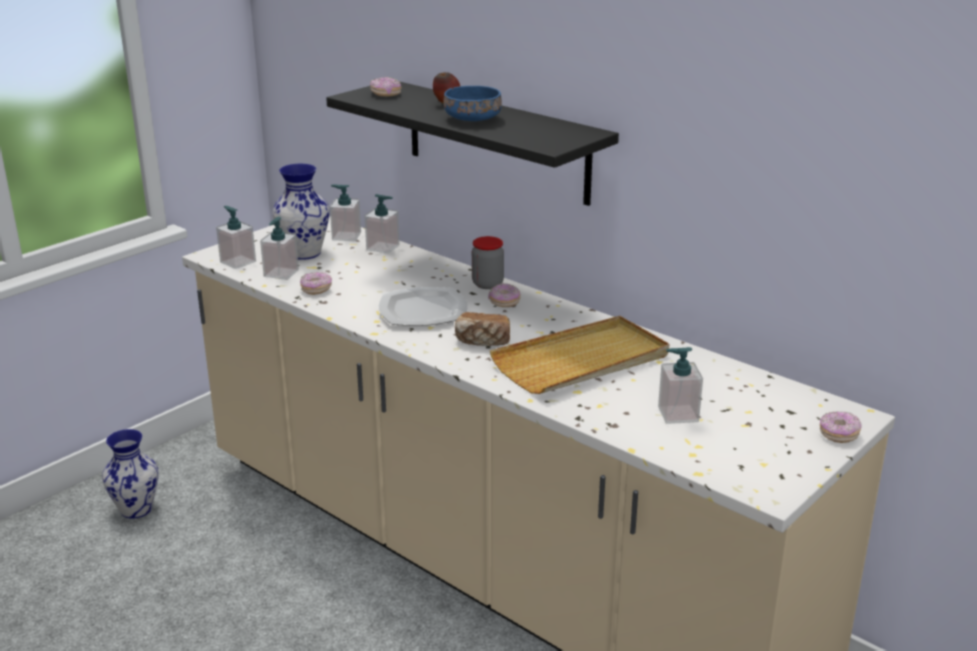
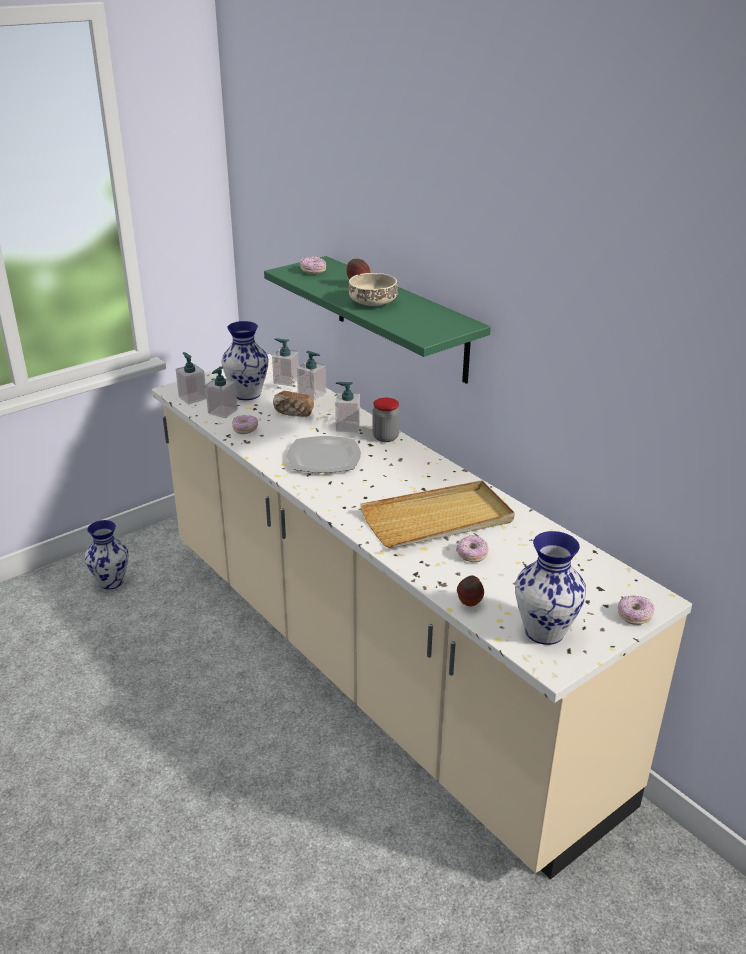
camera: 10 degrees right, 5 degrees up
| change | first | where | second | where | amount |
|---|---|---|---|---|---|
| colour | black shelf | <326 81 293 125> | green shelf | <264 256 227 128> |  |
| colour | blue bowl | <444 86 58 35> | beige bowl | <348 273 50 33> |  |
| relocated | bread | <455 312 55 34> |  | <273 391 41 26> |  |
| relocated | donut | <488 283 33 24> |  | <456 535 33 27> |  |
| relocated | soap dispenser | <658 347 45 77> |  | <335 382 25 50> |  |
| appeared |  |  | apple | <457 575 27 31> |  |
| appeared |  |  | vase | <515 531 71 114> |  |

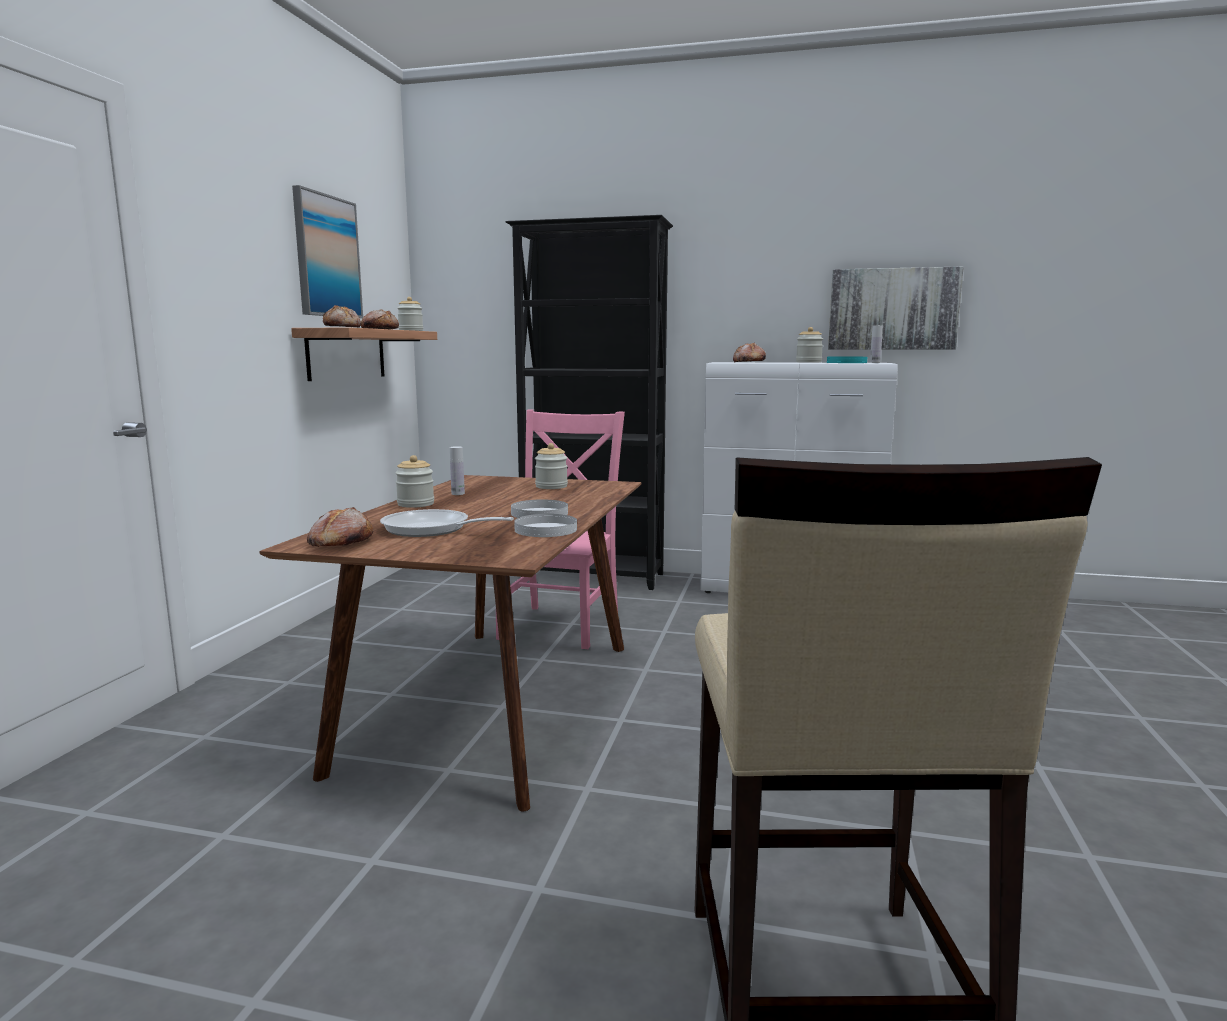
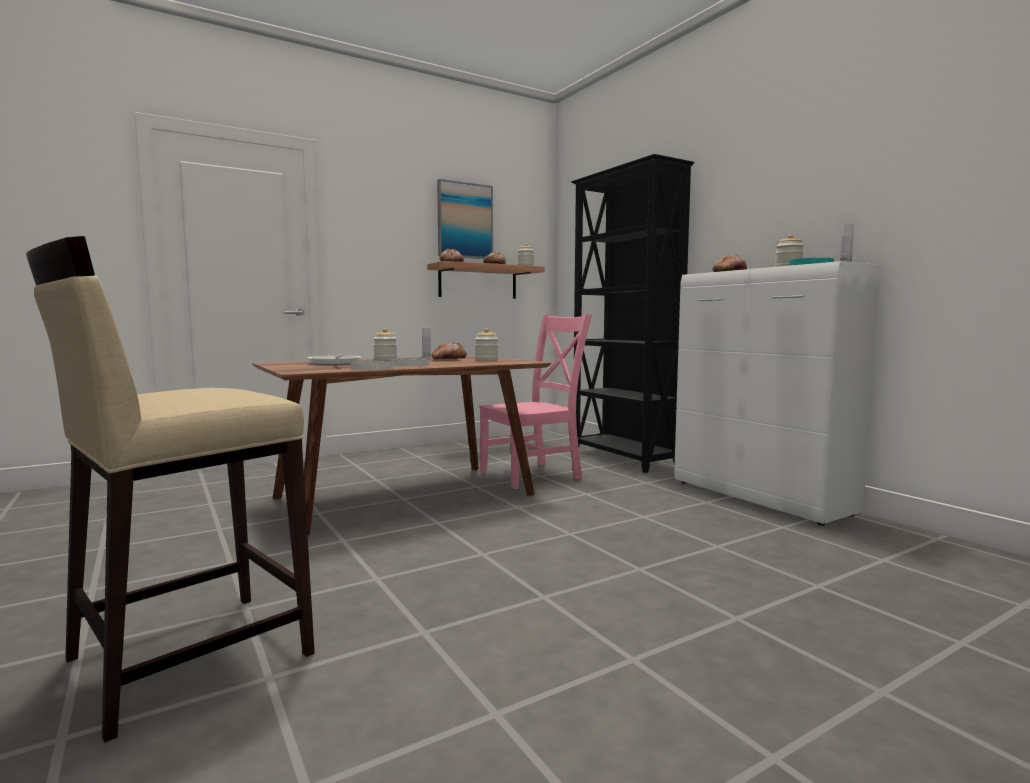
camera: 45 degrees right, 5 degrees down
| change | first | where | second | where | amount |
|---|---|---|---|---|---|
| relocated | bread | <307 507 66 40> |  | <432 342 35 17> |  |
| missing | picture | <828 266 136 84> |  |  |  |

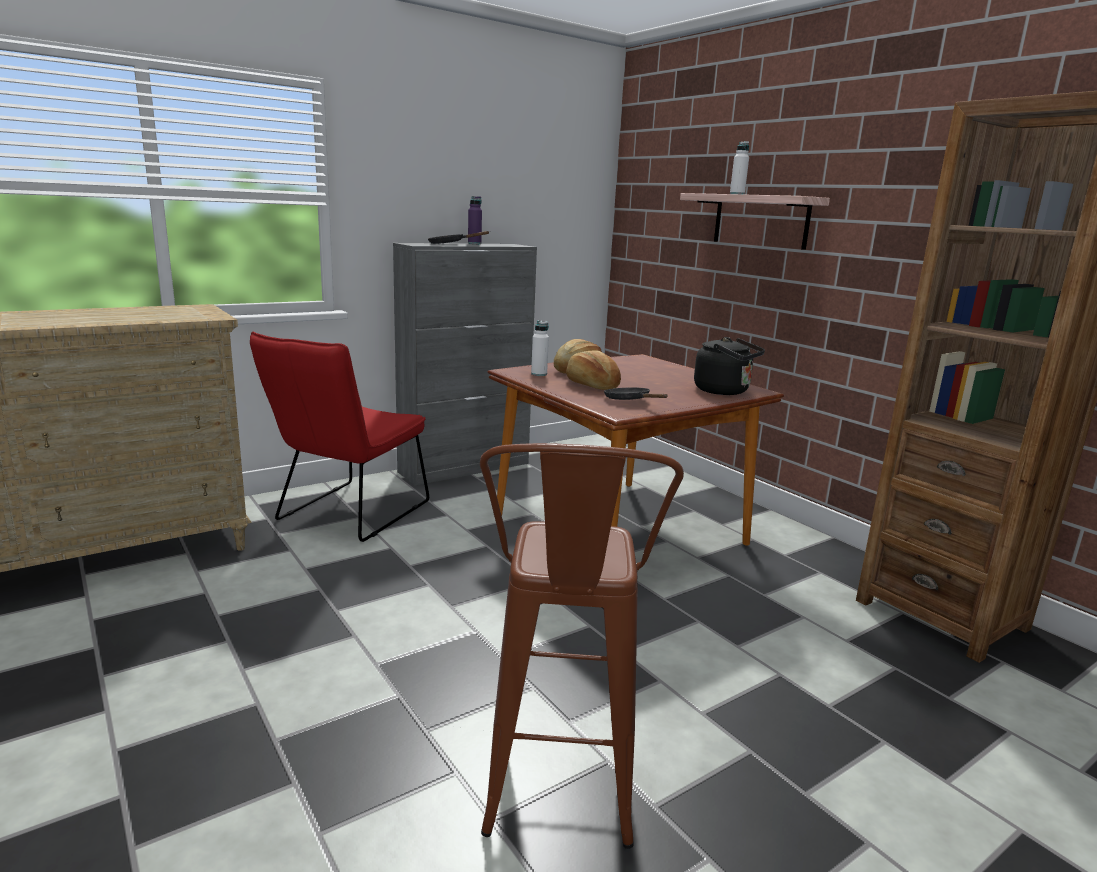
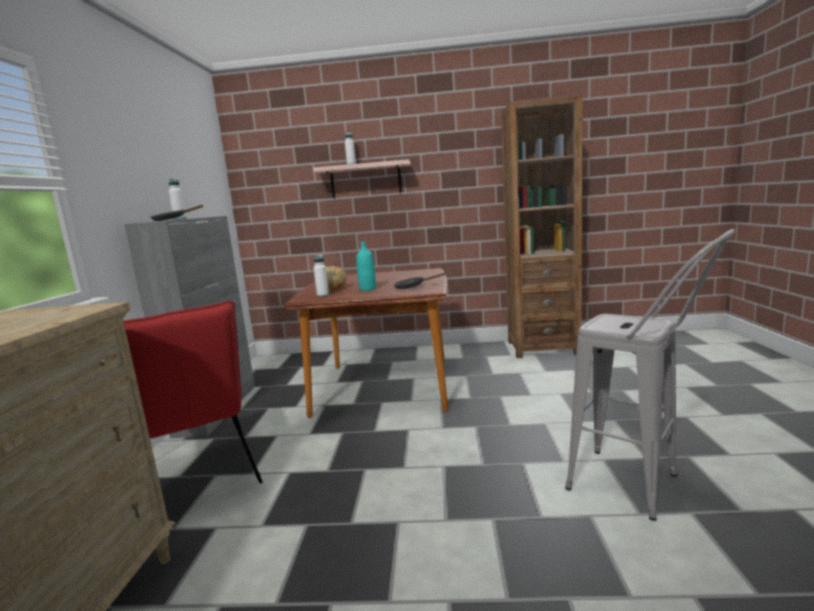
camera: 50 degrees left, 5 degrees down
| change | first | where | second | where | amount |
|---|---|---|---|---|---|
| colour | purple bottle | <468 196 14 48> | white bottle | <169 179 18 41> |  |
| colour | brown stool | <480 443 204 406> | grey stool | <565 229 170 292> |  |
| exchanged | bread | <566 350 55 40> | turquoise bottle | <356 242 20 49> |  |
| missing | black kettle | <694 337 71 58> |  |  |  |

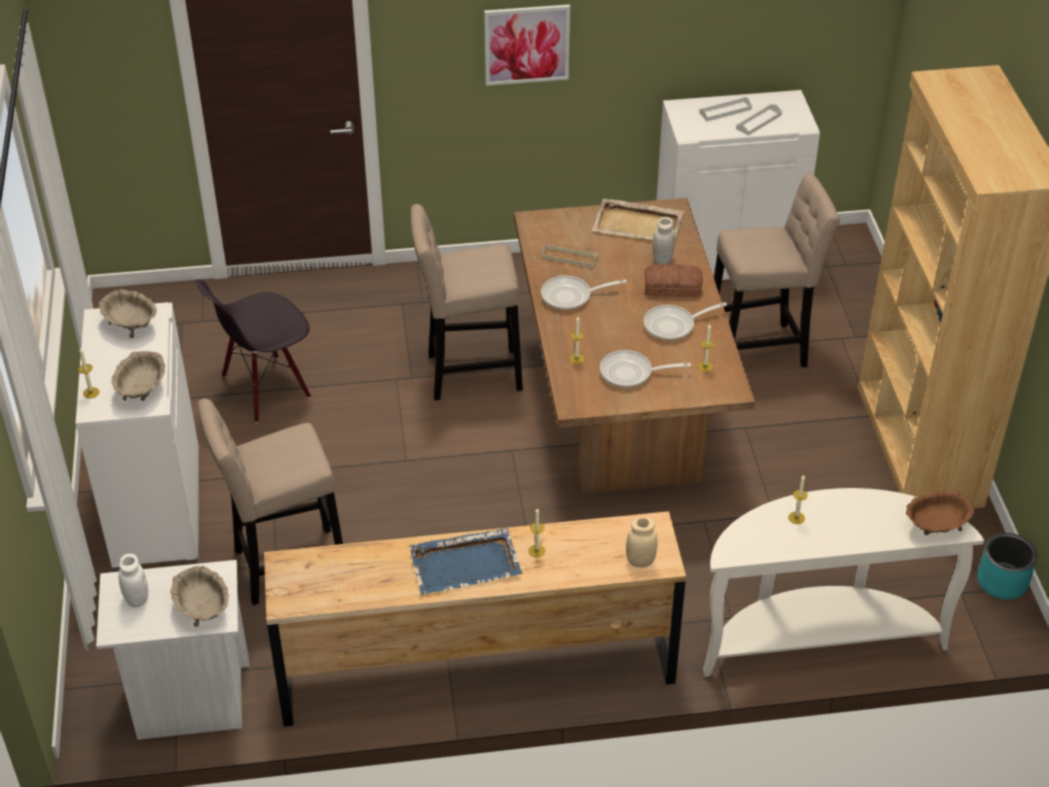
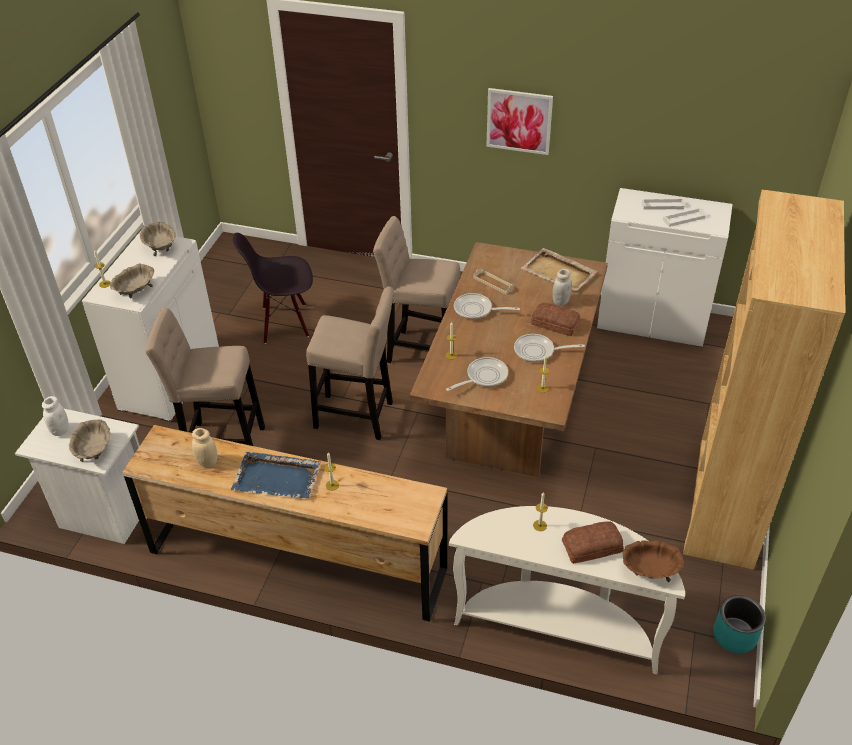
camera: 25 degrees right, 0 degrees up
| change | first | where | second | where | amount |
|---|---|---|---|---|---|
| spun | frying pan | <600 350 91 38> |  | <446 357 62 34> | 120 degrees clockwise |
| relocated | beige jar | <626 517 32 51> |  | <192 428 25 40> |  |
| relocated | beige stool | <714 172 126 196> |  | <306 286 88 154> |  |
| appeared |  |  | bread | <562 521 62 43> |  |

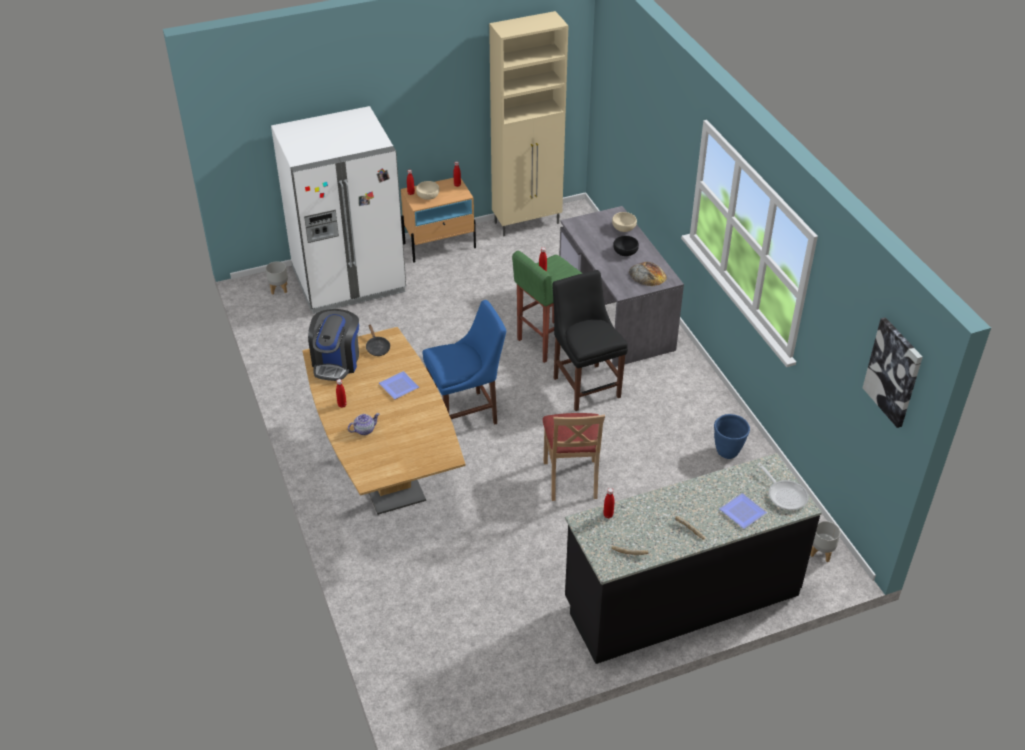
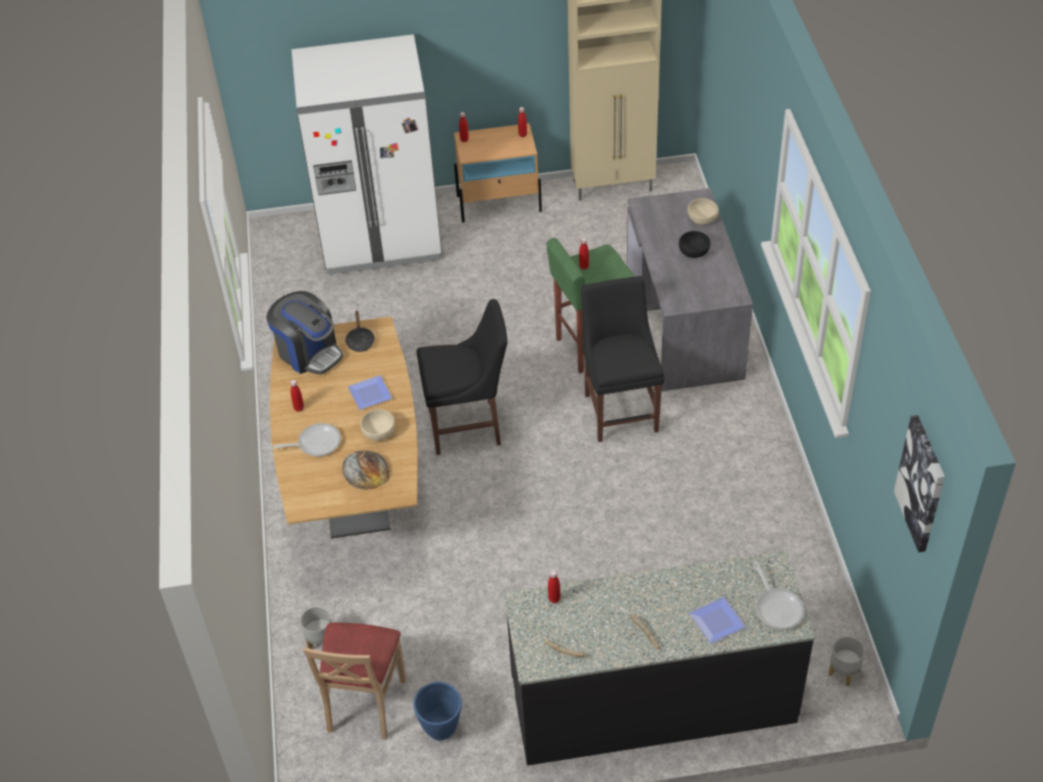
camera: 15 degrees right, 5 degrees up
| change | first | where | second | where | amount |
|---|---|---|---|---|---|
| relocated | grey planter | <266 261 22 33> |  | <300 606 32 43> |  |
| spun | coffee machine | <308 309 51 72> |  | <266 291 77 83> | 75 degrees counterclockwise |
| exchanged | teapot | <348 413 32 22> | frying pan | <268 423 73 34> |  |
| relocated | beige bowl | <416 181 23 19> |  | <360 409 35 32> |  |
| colour | blue chair | <422 300 84 125> | black chair | <417 299 91 156> |  |
| relocated | beige chair | <543 413 62 88> |  | <303 623 103 117> |  |
| relocated | bread | <629 262 38 24> |  | <342 450 48 40> |  |
| relocated | blue planter | <714 414 36 45> |  | <413 682 49 58> |  |

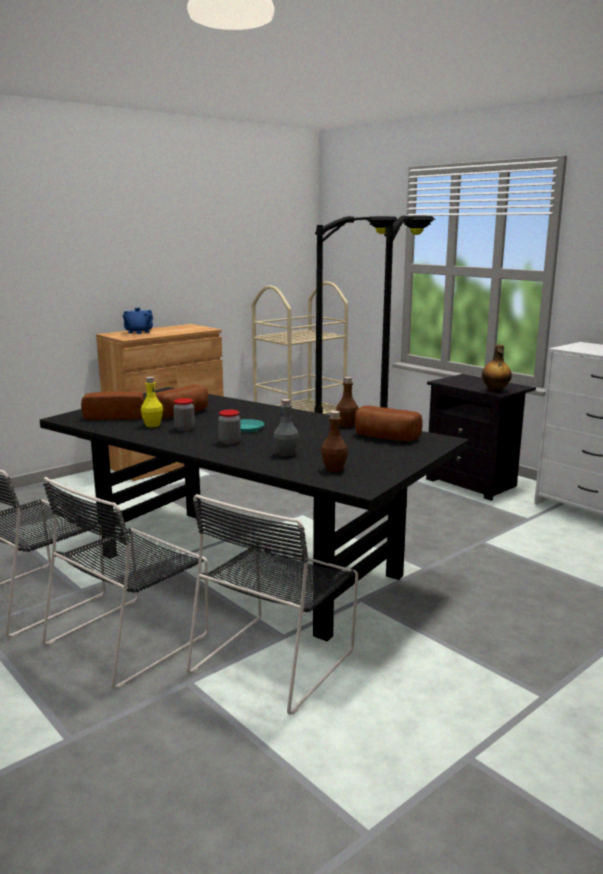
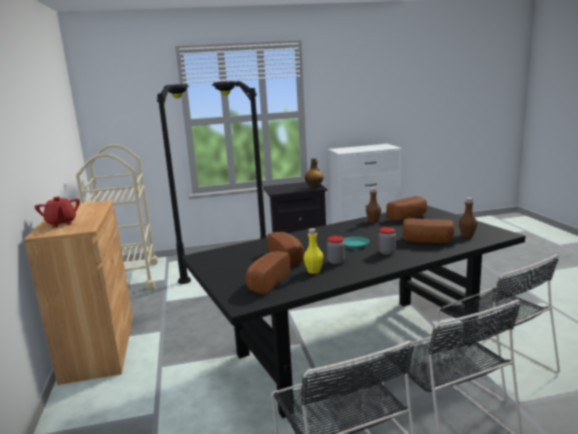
camera: 60 degrees left, 0 degrees up
| change | first | where | second | where | amount |
|---|---|---|---|---|---|
| colour | blue teapot | <123 308 30 26> | red teapot | <35 197 45 30> |  |
| exchanged | grey bottle | <273 399 26 58> | bread | <403 219 51 24> |  |

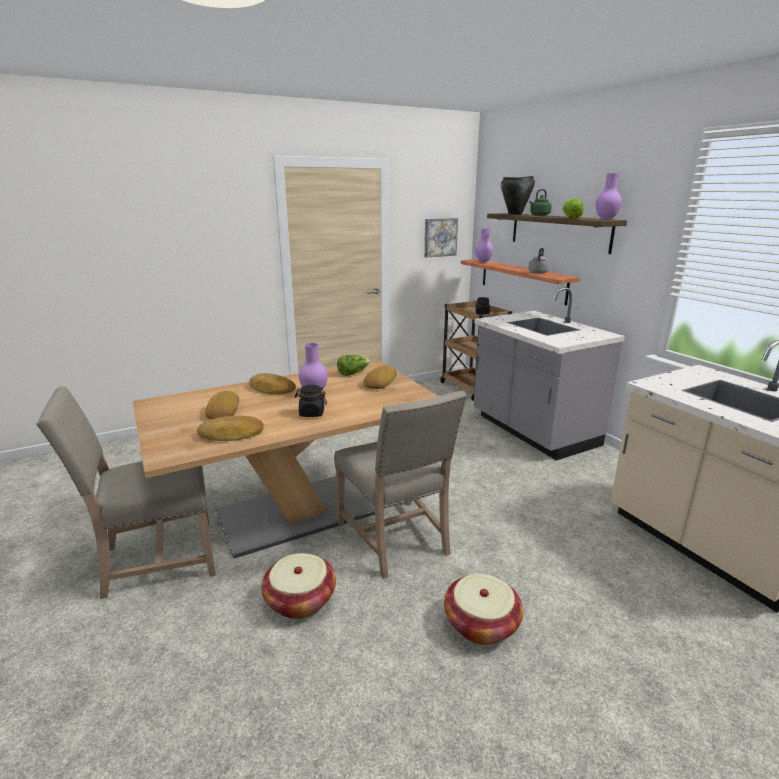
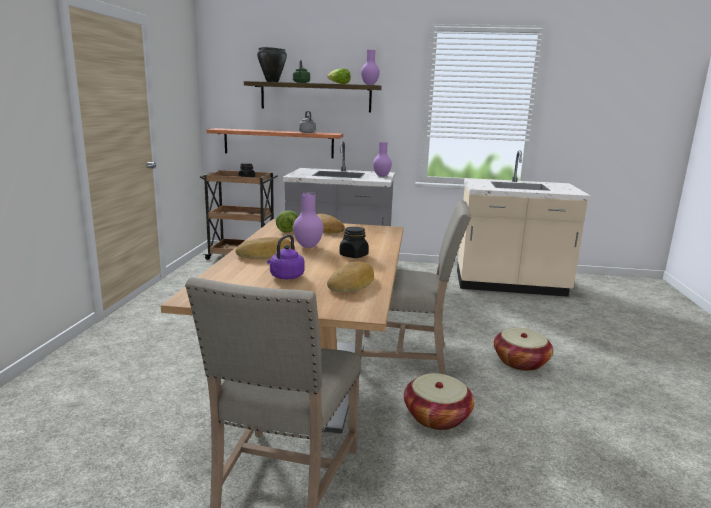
camera: 55 degrees left, 5 degrees down
| change | first | where | second | where | amount |
|---|---|---|---|---|---|
| exchanged | bread | <205 390 34 30> | purple kettle | <267 235 37 44> |  |
| missing | picture | <424 218 34 40> |  |  |  |
| relocated | purple vase | <475 229 18 33> |  | <373 142 19 35> |  |

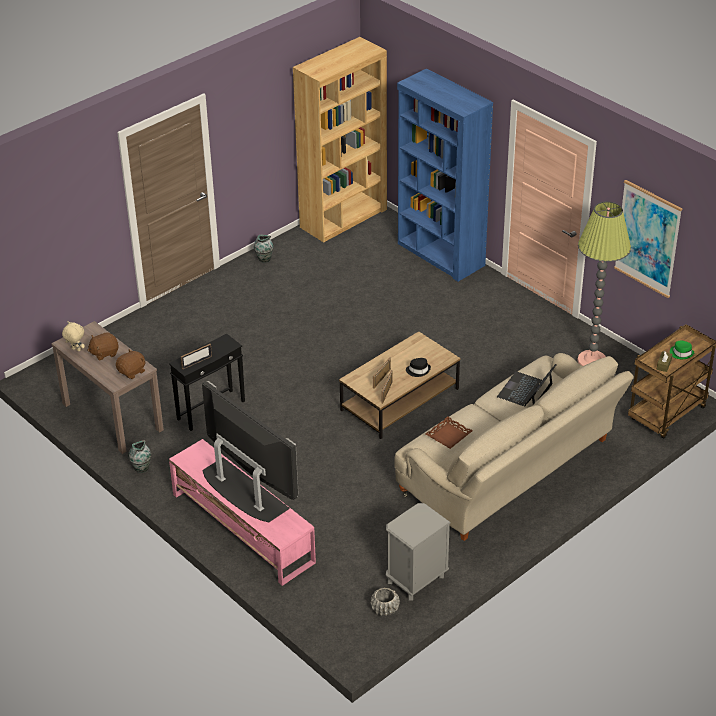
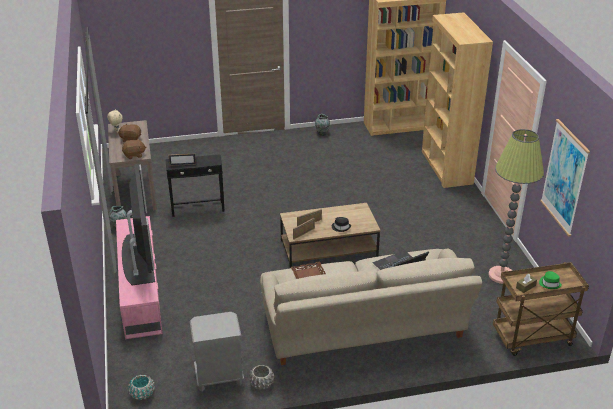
camera: 30 degrees right, 5 degrees down
| change | first | where | second | where | amount |
|---|---|---|---|---|---|
| relocated | grey planter | <371 587 29 29> |  | <249 365 25 25> |  |
| colour | blue bookcase | <397 69 96 213> | brown bookcase | <422 12 71 176> |  |
| appeared |  |  | turquoise planter | <128 375 27 25> |  |

